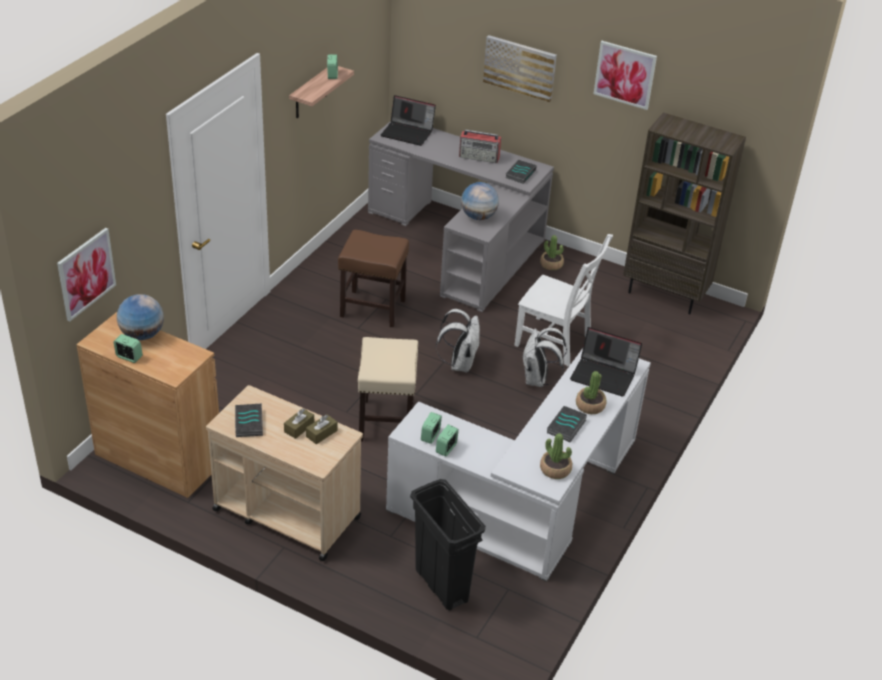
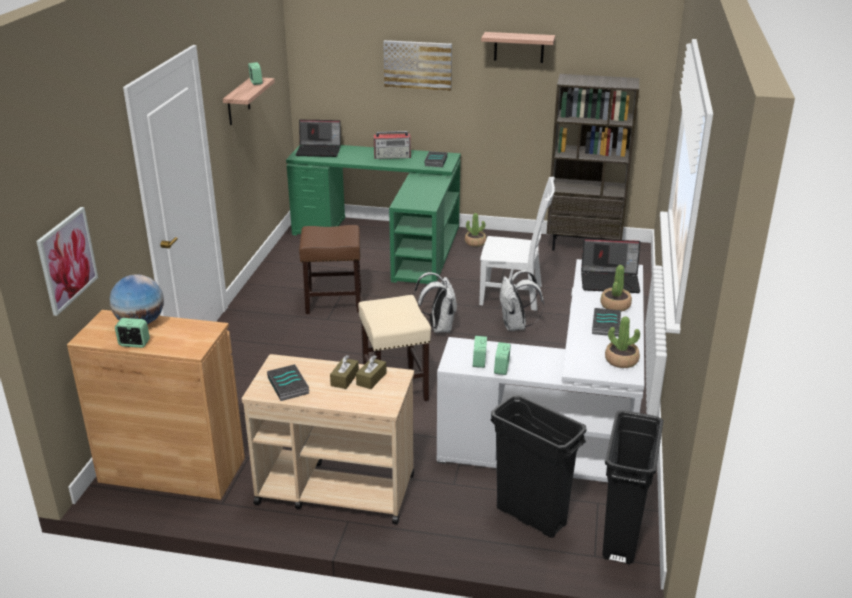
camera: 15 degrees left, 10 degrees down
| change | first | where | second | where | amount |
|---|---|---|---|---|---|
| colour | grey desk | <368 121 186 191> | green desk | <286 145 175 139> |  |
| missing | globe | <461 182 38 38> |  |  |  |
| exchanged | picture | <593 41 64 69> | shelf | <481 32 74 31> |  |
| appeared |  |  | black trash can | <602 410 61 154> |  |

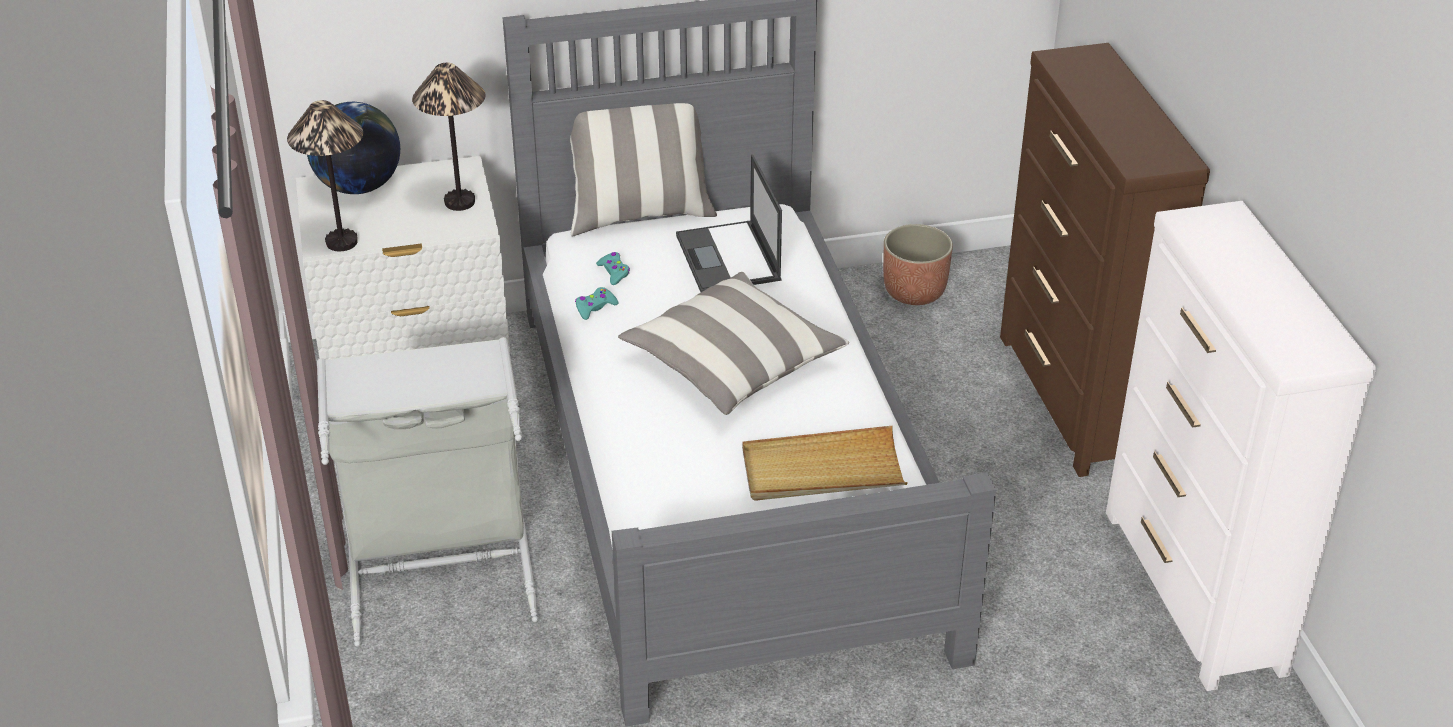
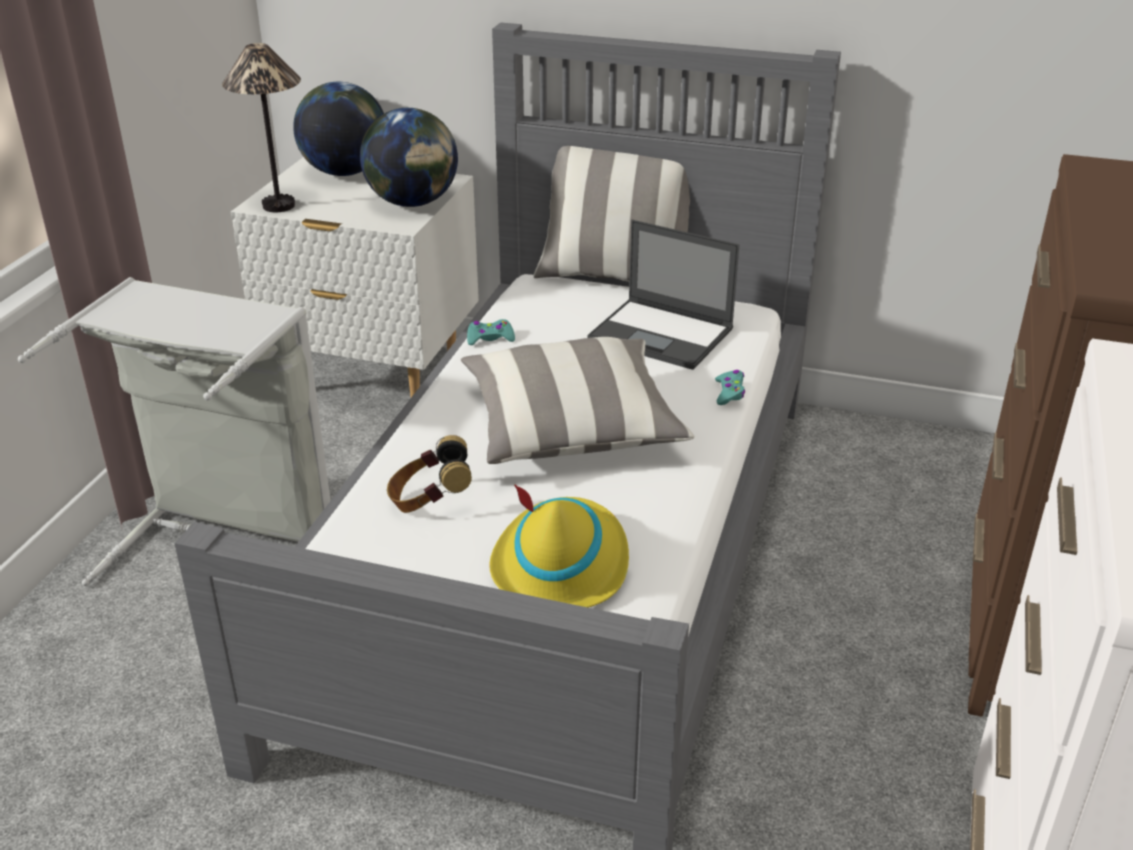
camera: 30 degrees right, 5 degrees down
| change | first | where | second | where | amount |
|---|---|---|---|---|---|
| exchanged | table lamp | <412 63 74 148> | globe | <360 108 98 99> |  |
| relocated | turquoise game controller | <596 252 34 33> |  | <715 370 30 35> |  |
| spun | laptop | <676 154 106 138> |  | <587 220 152 150> | 75 degrees counterclockwise |
| exchanged | beige tray | <742 426 165 75> | yellow hat | <489 484 140 124> |  |
| missing | planter | <883 224 70 81> |  |  |  |
| appeared |  |  | headphones | <387 435 85 78> |  |

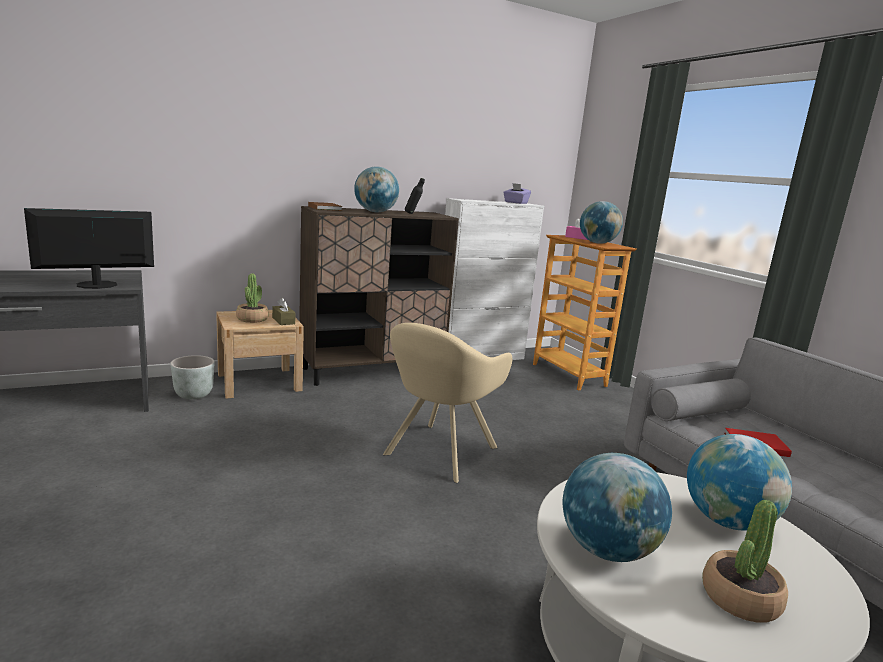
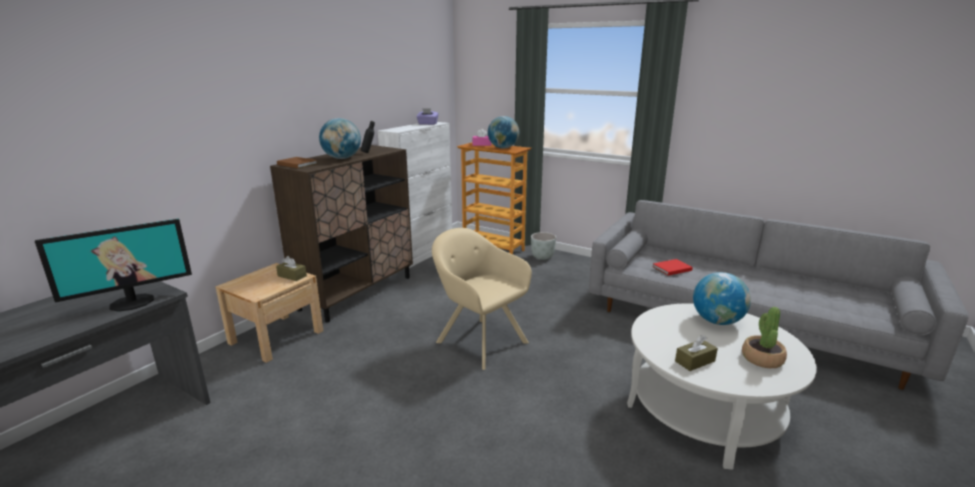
camera: 30 degrees left, 5 degrees up
| change | first | where | second | where | amount |
|---|---|---|---|---|---|
| spun | monitor | <24 208 130 81> |  | <35 219 157 93> | 150 degrees counterclockwise |
| relocated | grey planter | <170 355 45 44> |  | <531 232 25 28> |  |
| missing | potted plant | <236 274 33 49> |  |  |  |
| spun | beige armchair | <383 323 129 160> |  | <432 228 100 142> | 135 degrees clockwise |
| exchanged | globe | <563 453 109 109> | brown tissue box | <675 335 43 36> |  |

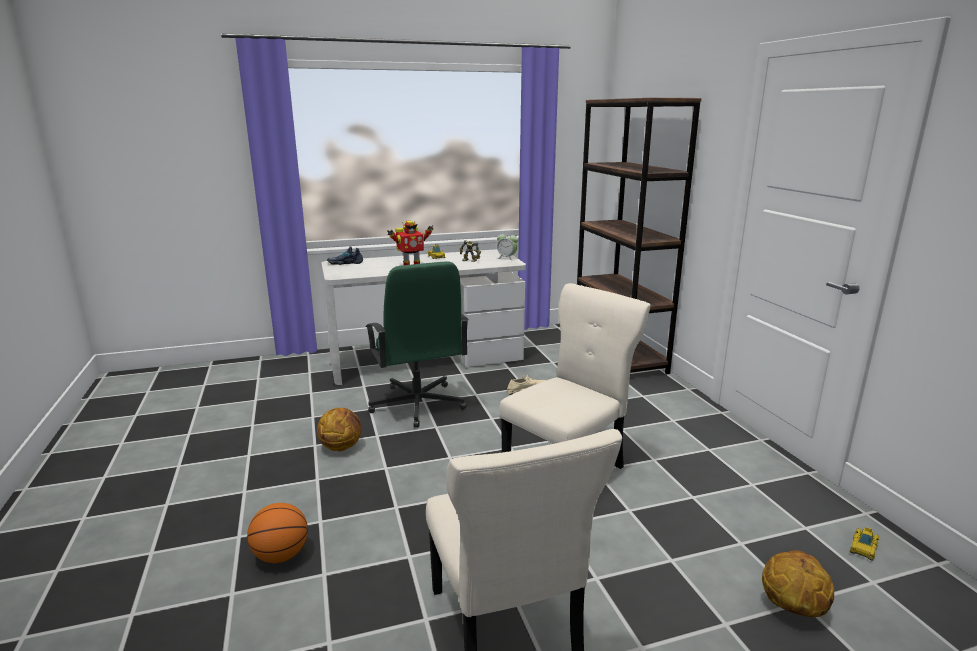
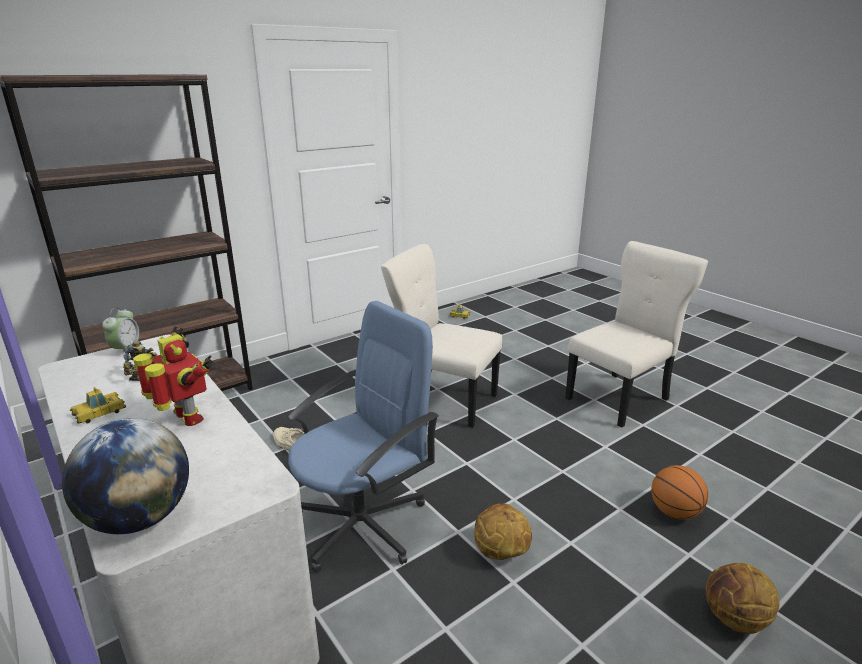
camera: 110 degrees left, 5 degrees up
| change | first | where | second | where | amount |
|---|---|---|---|---|---|
| exchanged | shoe | <327 246 36 19> | globe | <62 418 127 116> |  |
| colour | green office chair | <365 261 104 167> | blue office chair | <288 301 151 272> |  |
| relocated | basketball | <762 550 72 67> |  | <706 563 74 71> |  |

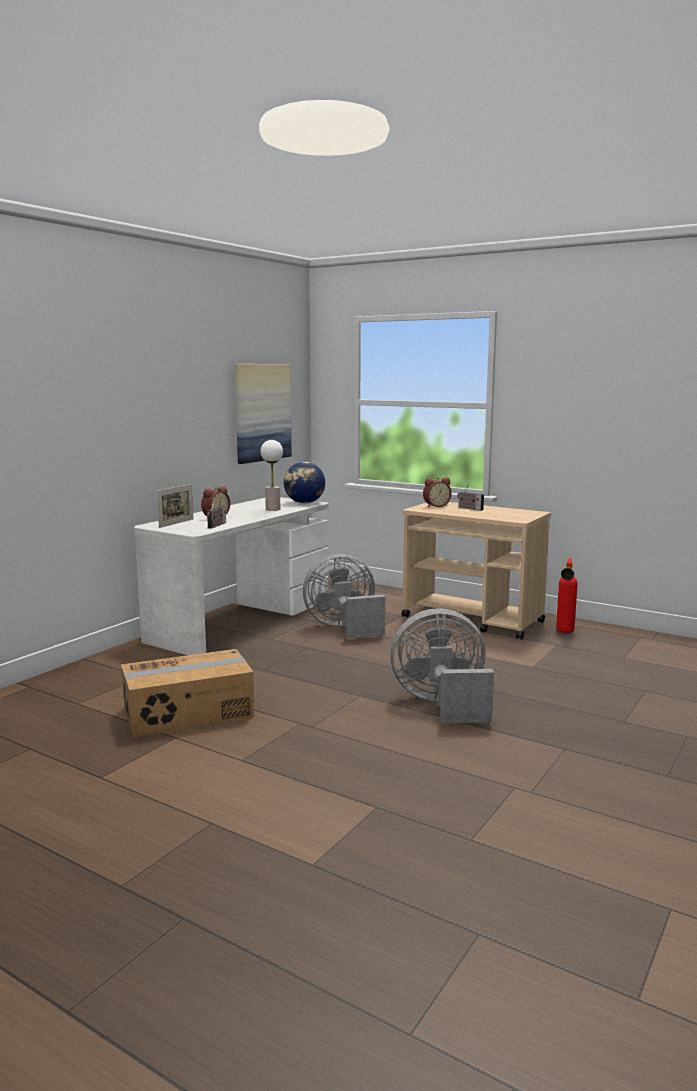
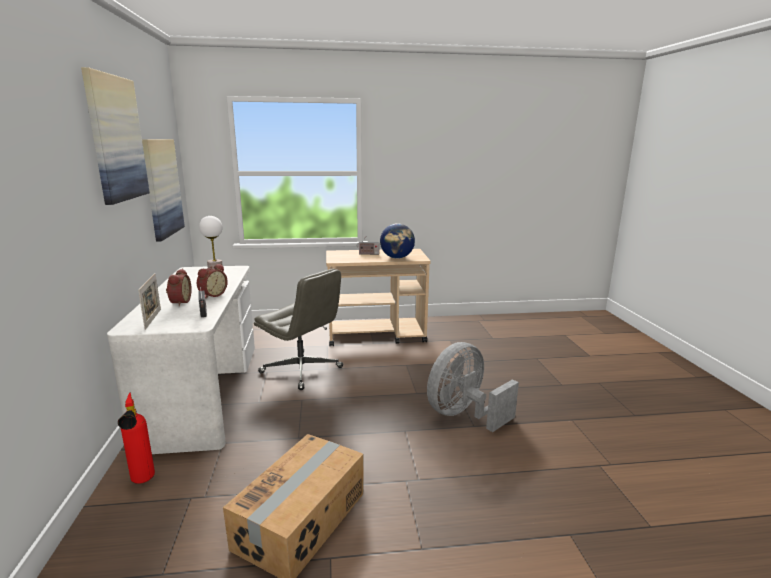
camera: 40 degrees left, 5 degrees up
| change | first | where | second | where | amount |
|---|---|---|---|---|---|
| relocated | globe | <284 462 41 42> |  | <380 223 35 36> |  |
| exchanged | grey fan | <303 554 82 84> | grey office chair | <254 269 89 121> |  |
| relocated | alarm clock | <423 477 29 30> |  | <197 264 31 35> |  |
| relocated | fire extinguisher | <556 558 22 75> |  | <118 392 37 92> |  |
| appeared |  |  | picture | <81 67 69 138> |  |

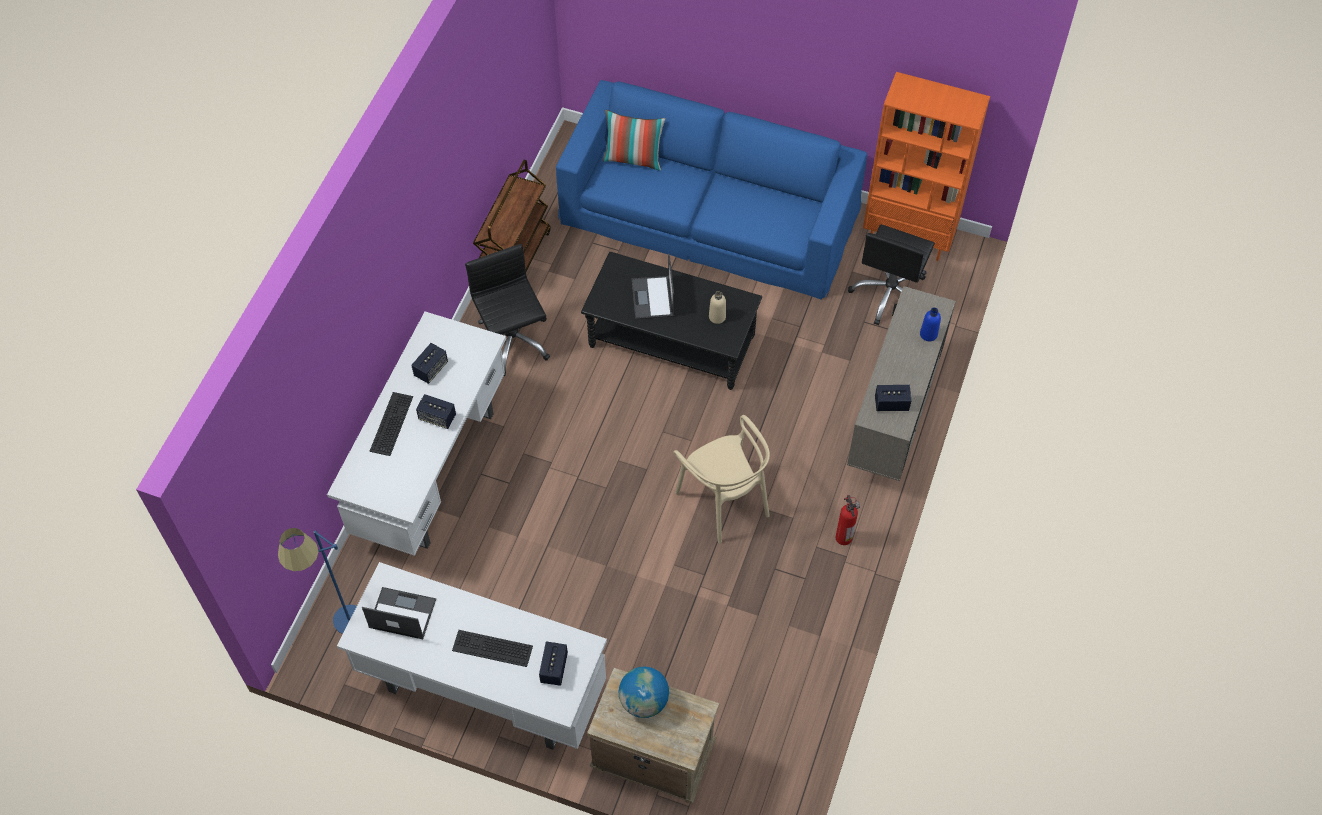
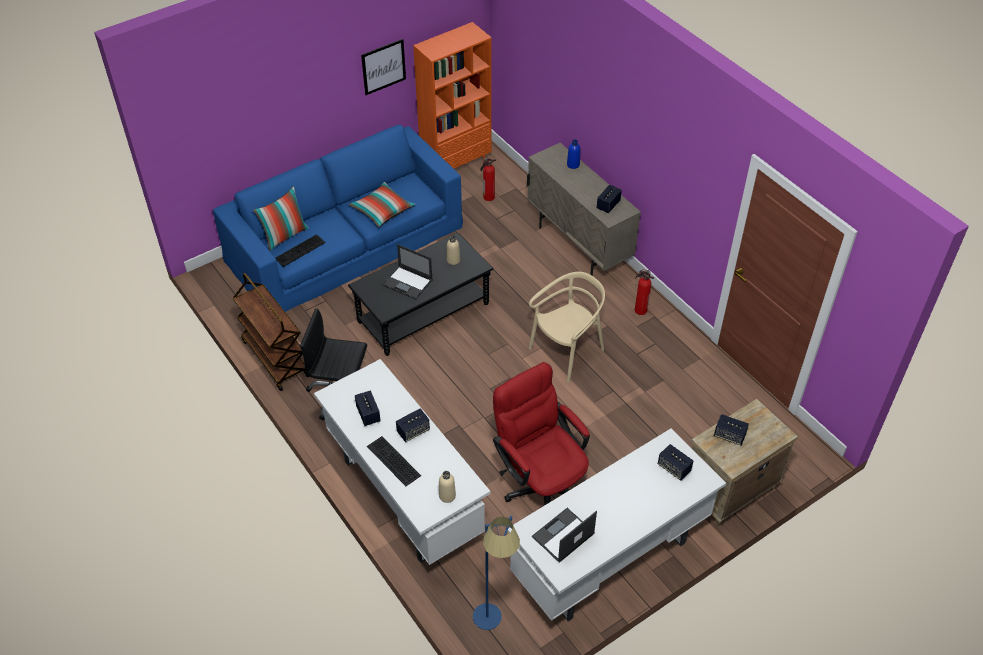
camera: 55 degrees left, 10 degrees down
| change | first | where | second | where | amount |
|---|---|---|---|---|---|
| relocated | keyboard | <452 630 81 37> |  | <275 234 51 33> |  |
| exchanged | globe | <619 667 50 51> | speaker | <714 414 35 32> |  |
| spun | beige chair | <674 415 96 128> |  | <528 272 77 110> | 45 degrees counterclockwise |
| exchanged | black office chair | <848 224 87 101> | fire extinguisher | <480 157 16 44> |  |
| appeared |  |  | pillow | <348 182 67 45> |  |
| appeared |  |  | picture | <361 39 45 56> |  |
| appeared |  |  | beige bottle | <439 471 17 32> |  |
| appeared |  |  | red office chair | <493 362 97 143> |  |

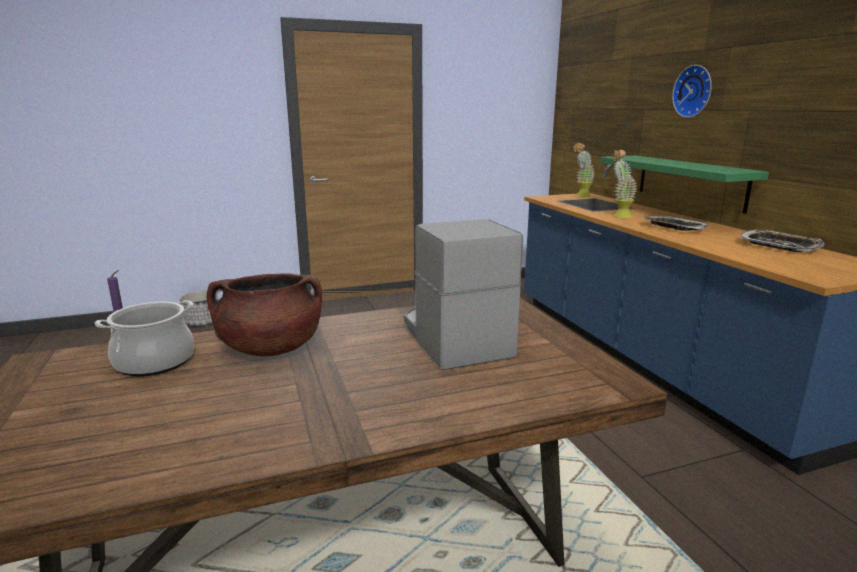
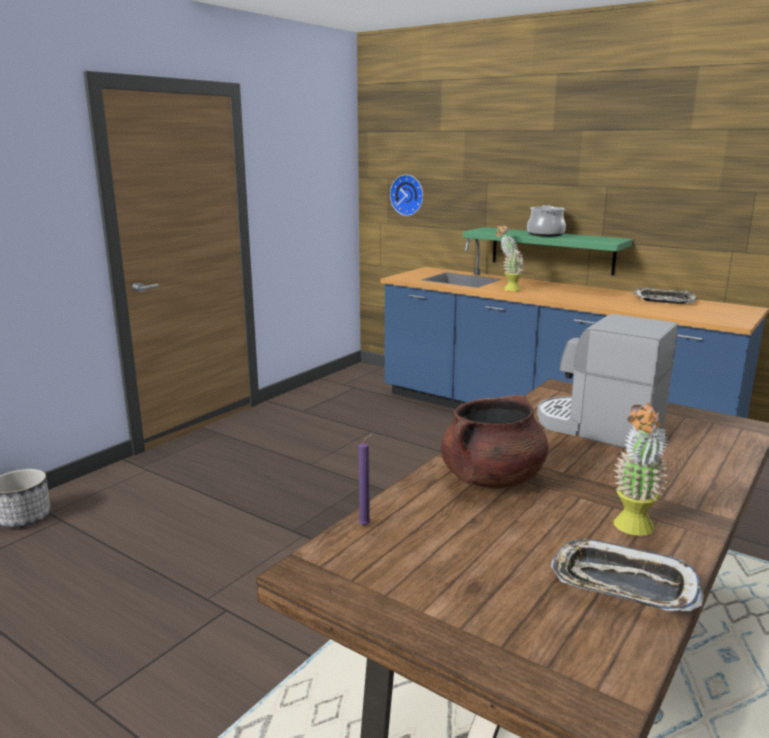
camera: 35 degrees left, 0 degrees up
| change | first | where | second | where | amount |
|---|---|---|---|---|---|
| relocated | cooking pot | <95 300 99 77> |  | <527 205 39 32> |  |
| relocated | potted plant | <573 142 22 55> |  | <614 403 55 133> |  |
| relocated | tray | <643 216 67 15> |  | <551 539 153 72> |  |
| relocated | wall clock | <672 65 40 53> |  | <390 175 33 41> |  |

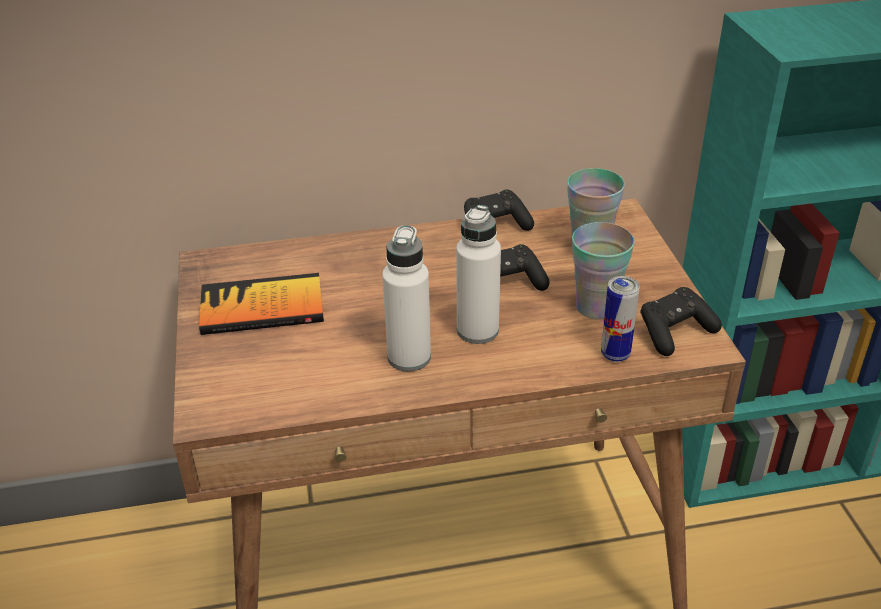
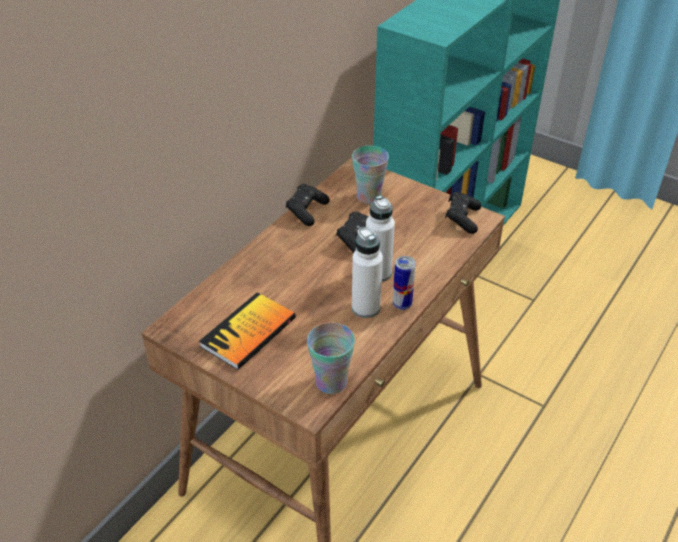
camera: 45 degrees left, 5 degrees up
| change | first | where | second | where | amount |
|---|---|---|---|---|---|
| relocated | cup | <572 222 63 97> |  | <307 322 48 72> |  |
| relocated | can | <601 276 39 86> |  | <393 256 23 54> |  |

